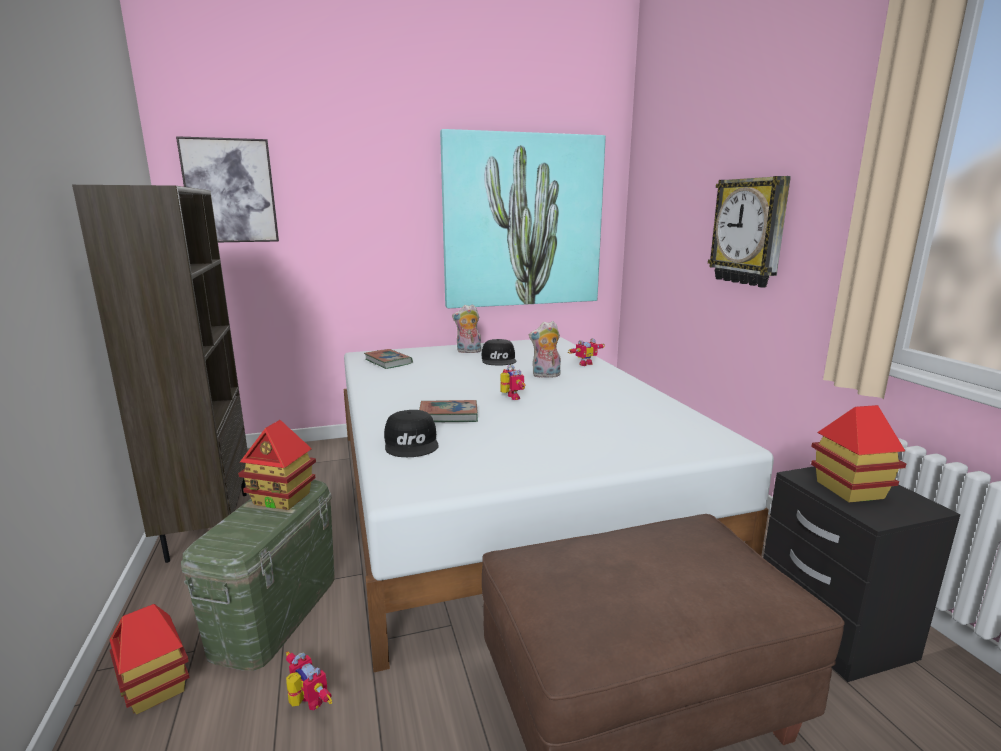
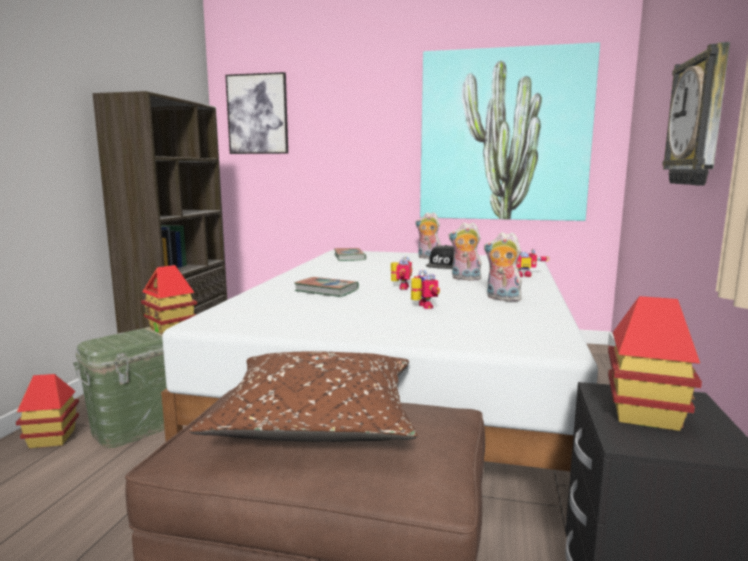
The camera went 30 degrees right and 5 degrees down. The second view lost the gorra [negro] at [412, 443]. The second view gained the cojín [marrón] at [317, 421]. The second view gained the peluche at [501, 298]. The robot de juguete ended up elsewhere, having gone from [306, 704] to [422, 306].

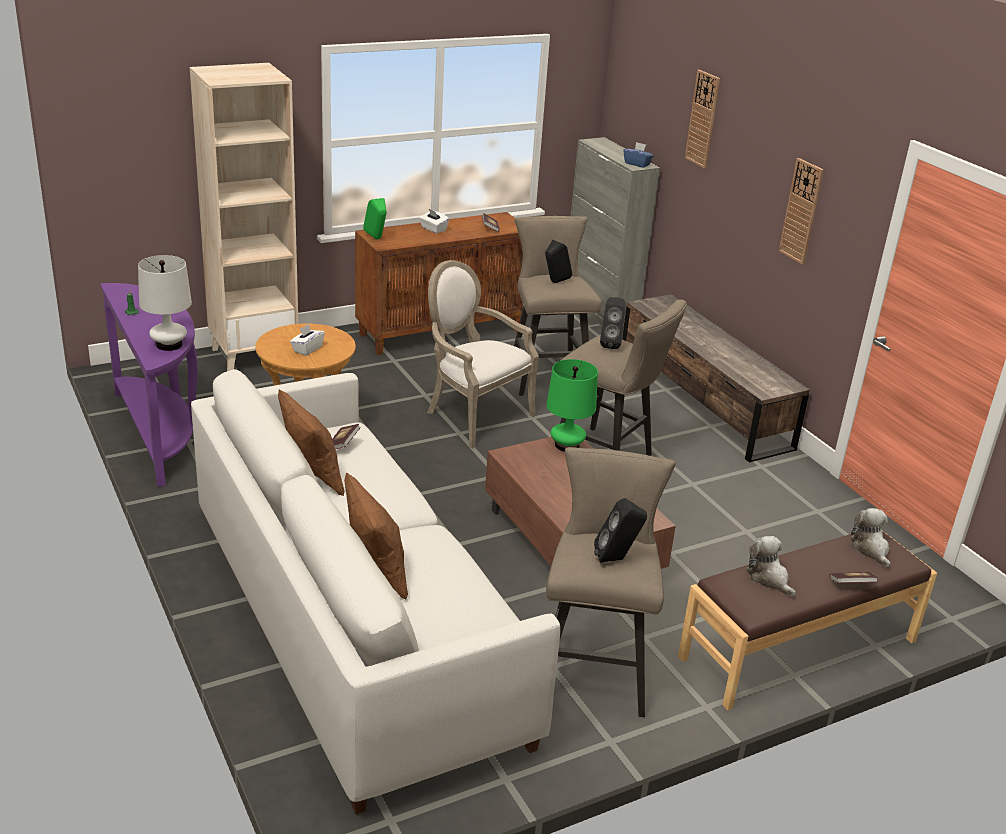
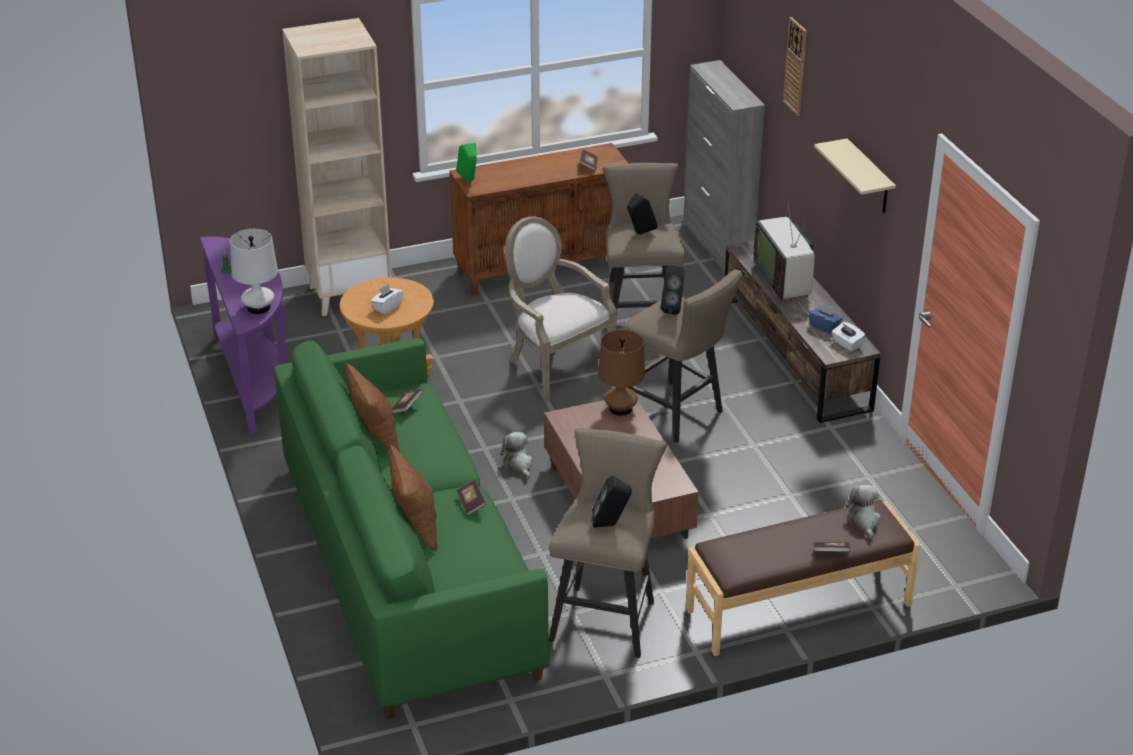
The camera went 10 degrees right and 5 degrees up. The second view gained the libro at [471, 503]. The second view gained the televisor at [785, 279]. The caja de pañuelos [blanco] ended up elsewhere, having gone from [433, 229] to [847, 344]. The caja de pañuelos [azul] ended up elsewhere, having gone from [637, 164] to [824, 326]. The peluche ended up elsewhere, having gone from [769, 578] to [518, 464]. Where the reloj de pared hung at [801, 211], the estante [beis] came to hang at [869, 178]. What was the sofá [blanco] at [353, 622] turned into the sofá [verde] at [407, 566]. What was the lámpara de mesa [verde] at [567, 445] turned into the lámpara de mesa [marrón] at [620, 408].

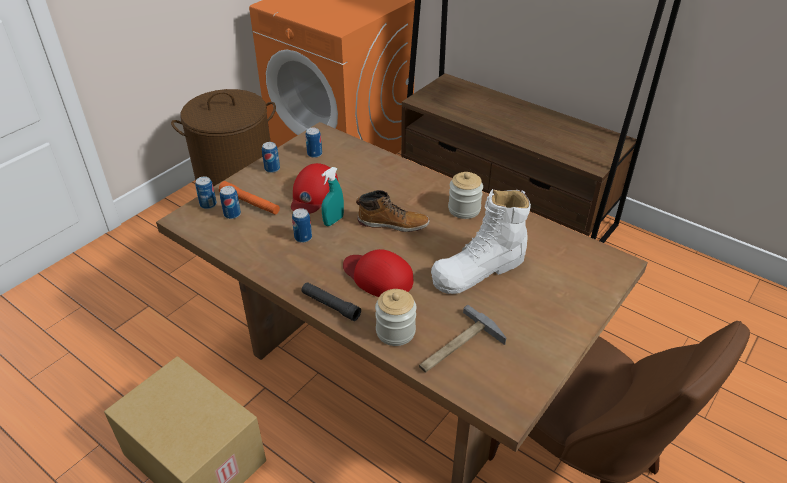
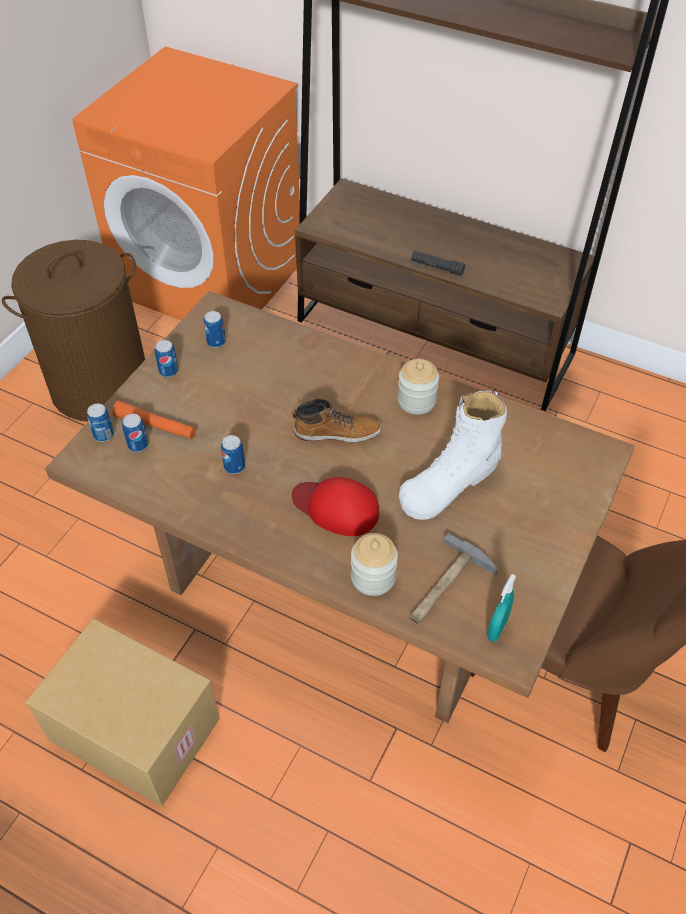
The camera went 10 degrees left and 10 degrees up. The second view lost the gorra [rojo] at [313, 194]. The linterna [negro] ended up elsewhere, having gone from [330, 305] to [437, 267]. The pulverizador [turquesa] ended up elsewhere, having gone from [333, 221] to [497, 629].

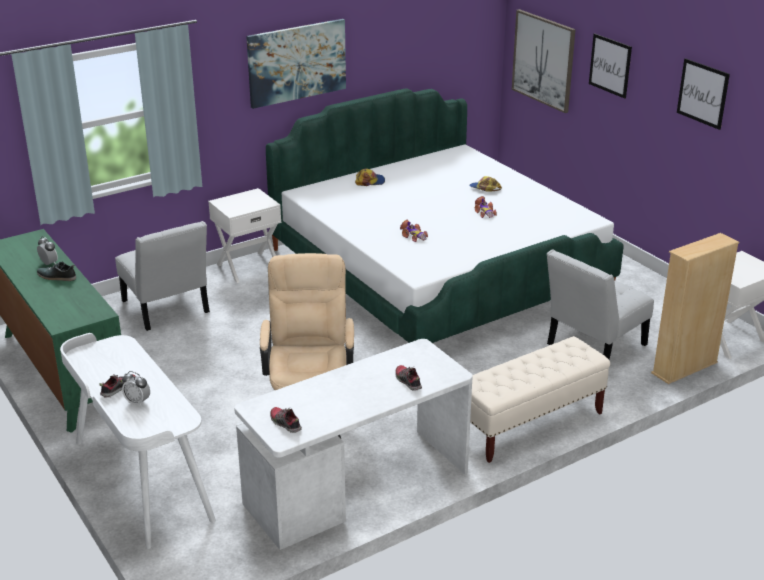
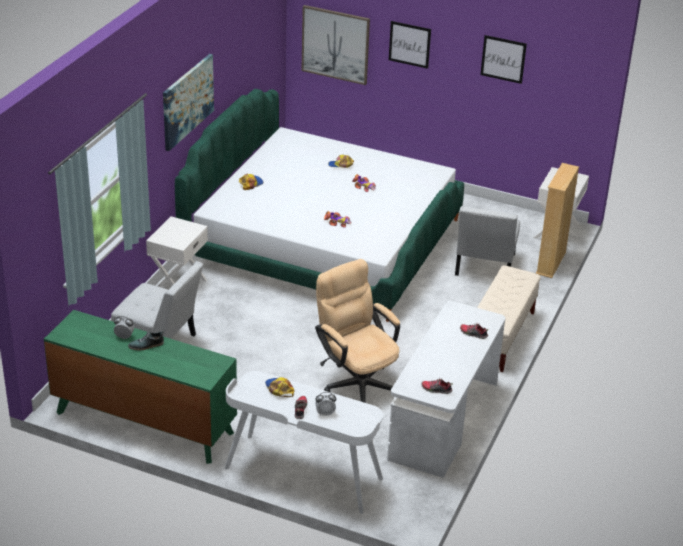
The camera went 35 degrees left and 5 degrees up. The second view gained the gorra at [279, 389].

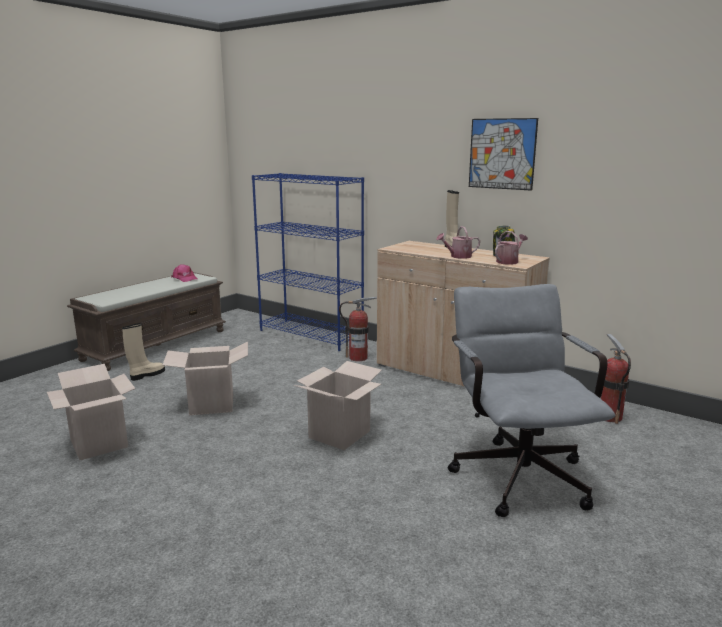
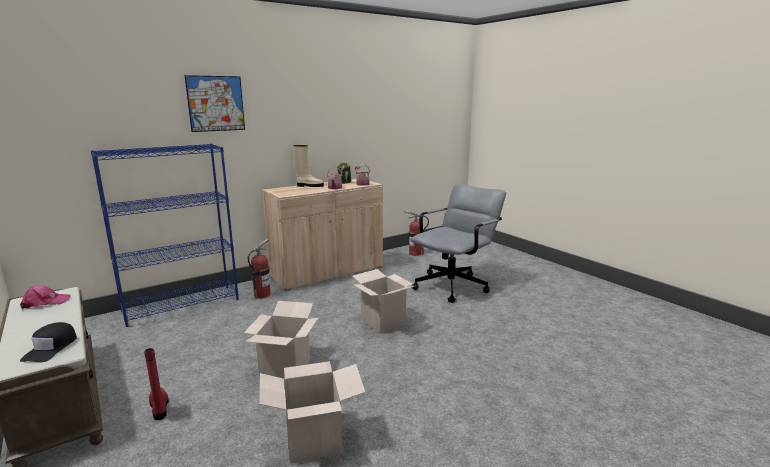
The camera went 70 degrees left and 0 degrees up. The second view gained the gorra [negro] at [51, 348]. The cuadro ended up elsewhere, having gone from [502, 154] to [216, 103]. What was the bota [beis] at [146, 375] turned into the bota [rojo] at [159, 407]. The silla de oficina [gris] at [517, 471] ended up facing another way, 120 degrees clockwise from before.

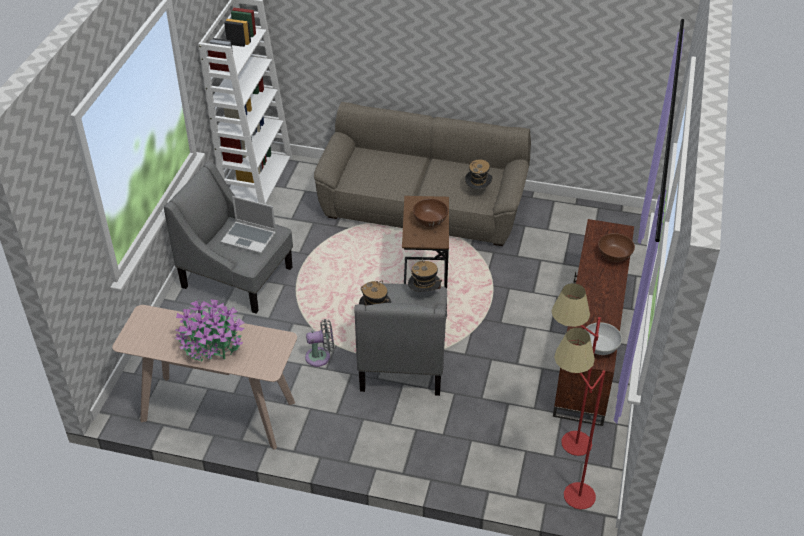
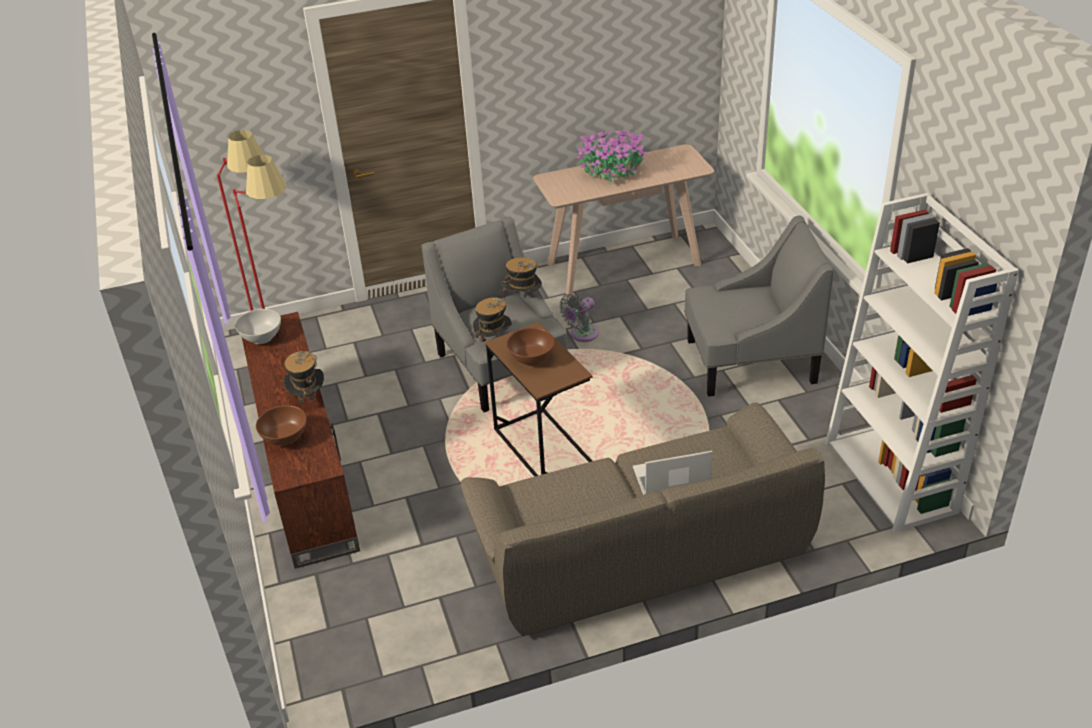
The camera went 150 degrees right and 5 degrees down. The portátil ended up elsewhere, having gone from [250, 238] to [670, 481]. The sombrero ended up elsewhere, having gone from [478, 191] to [308, 399].

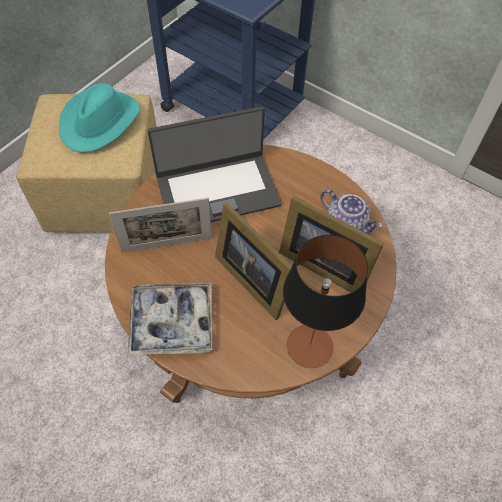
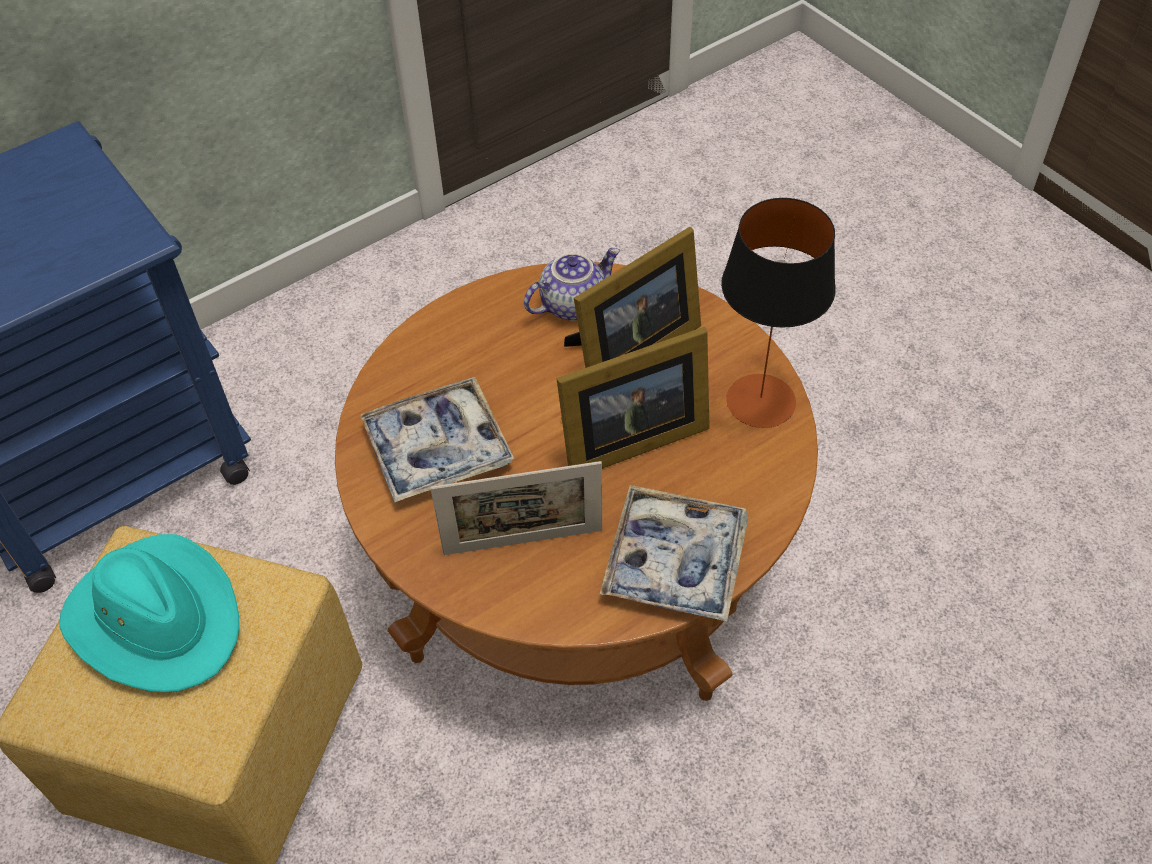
The camera went 70 degrees left and 5 degrees down. Where the portátil stood at [217, 190], the bandeja came to stand at [437, 448]. The portarretratos at [167, 245] ended up facing another way, 75 degrees clockwise from before.

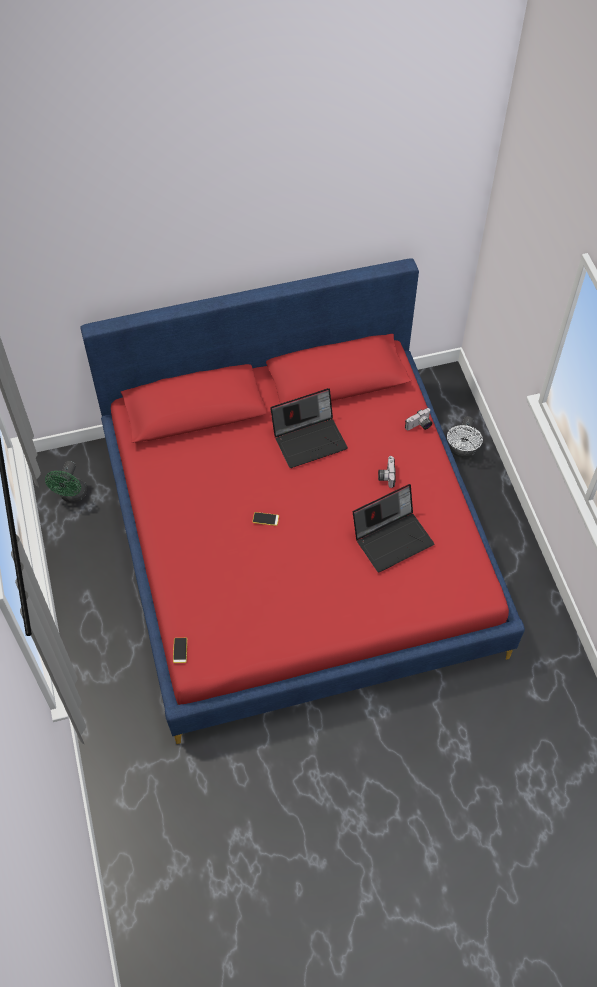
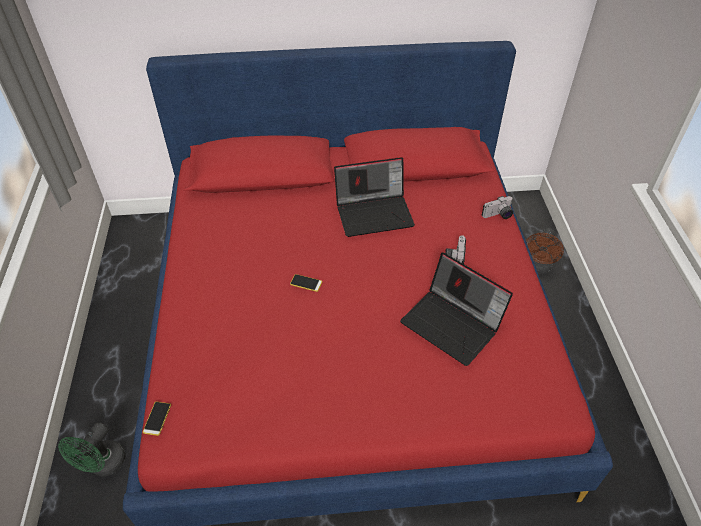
The camera went 10 degrees right and 10 degrees down. The ventilador [verde] ended up elsewhere, having gone from [72, 495] to [103, 465]. What was the ventilador [blanco] at [462, 451] turned into the ventilador [marrón] at [537, 267]. The portátil at [393, 538] ended up facing another way, 60 degrees clockwise from before.

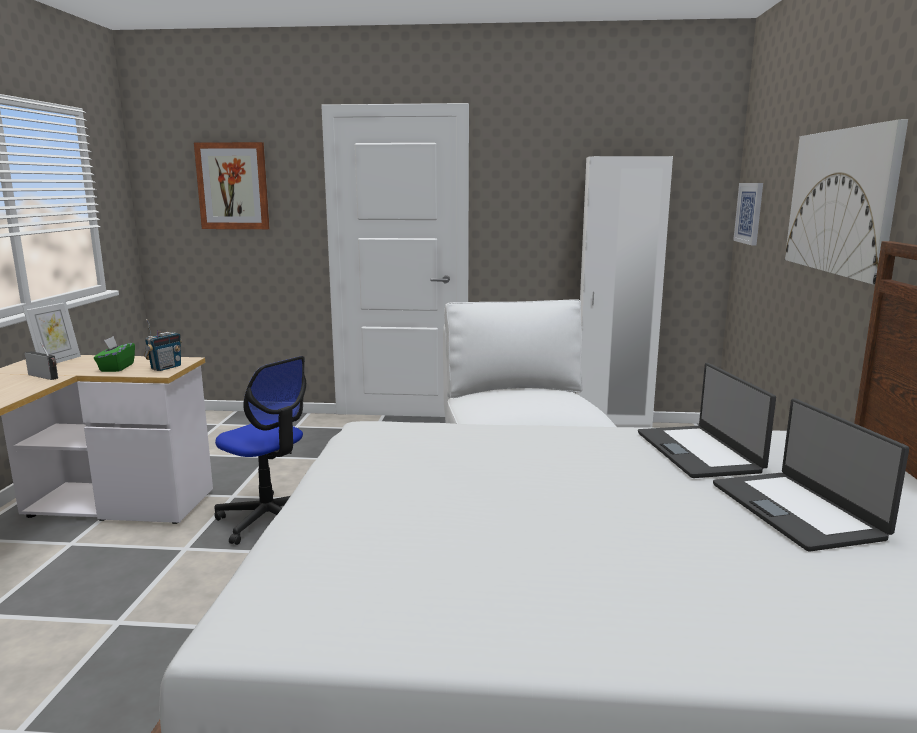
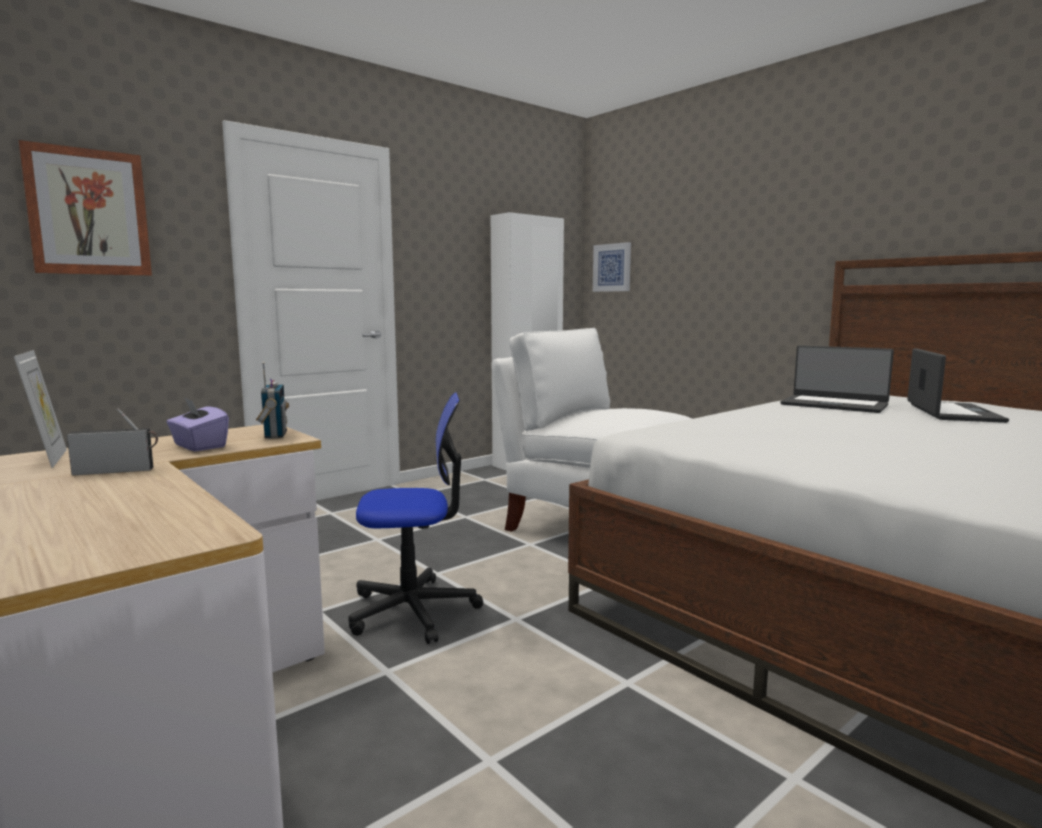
The camera went 45 degrees left and 5 degrees down. The second view lost the cuadro at [840, 201]. What was the caja de pañuelos [verde] at [116, 368] turned into the caja de pañuelos [morado] at [199, 446]. The portátil at [797, 510] ended up facing another way, 105 degrees counterclockwise from before.

